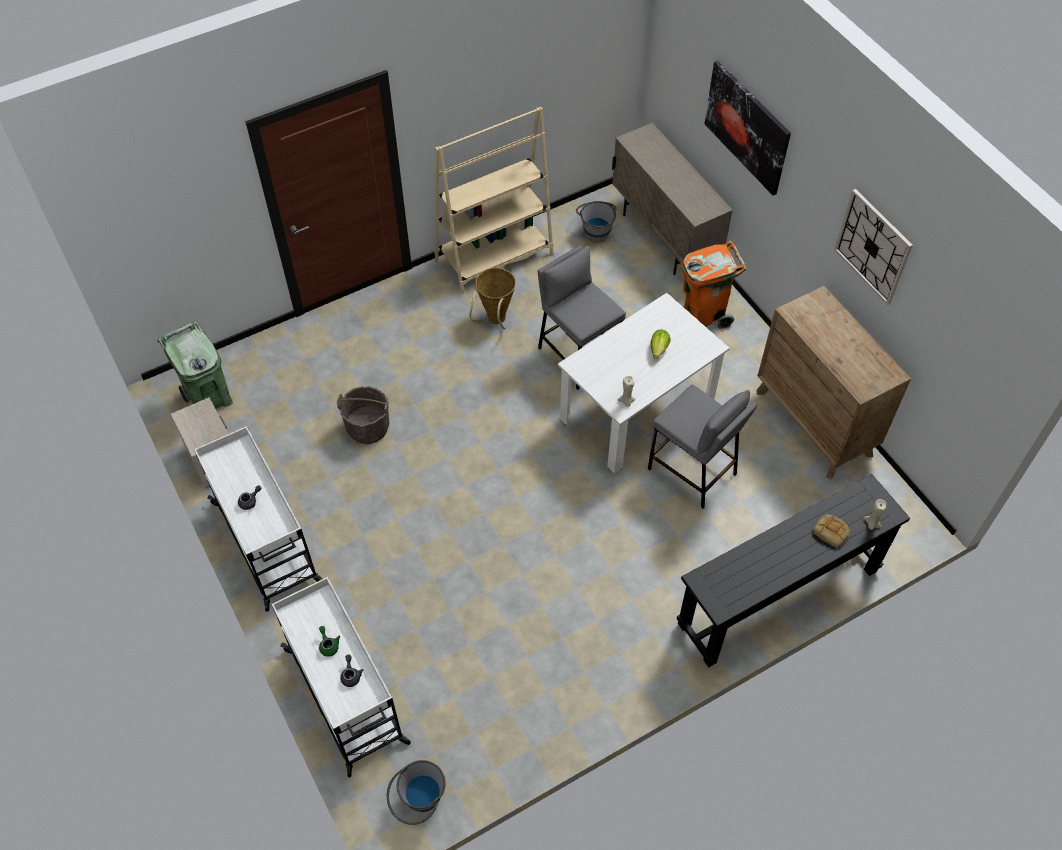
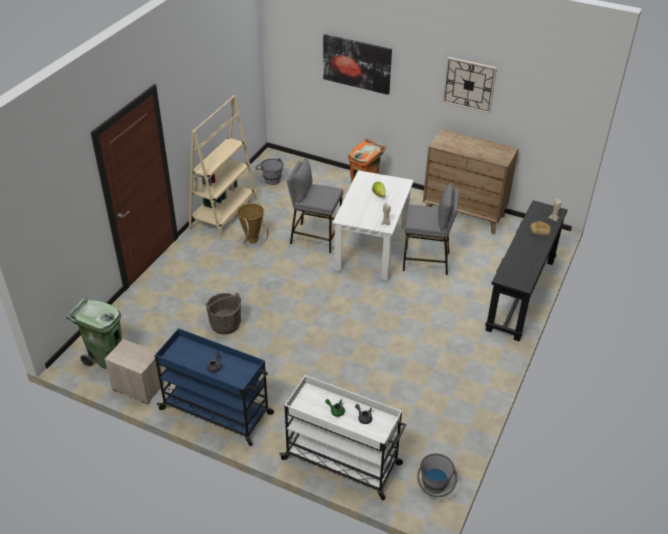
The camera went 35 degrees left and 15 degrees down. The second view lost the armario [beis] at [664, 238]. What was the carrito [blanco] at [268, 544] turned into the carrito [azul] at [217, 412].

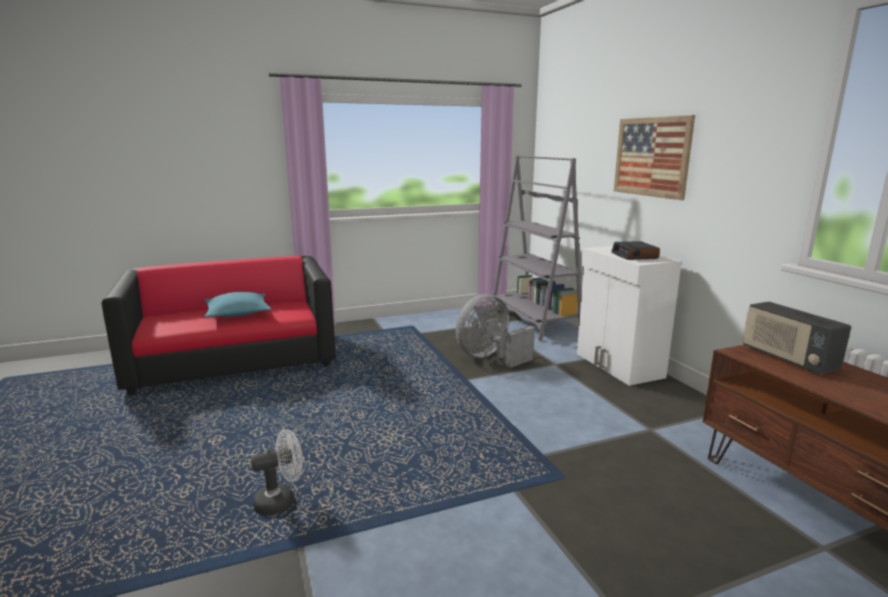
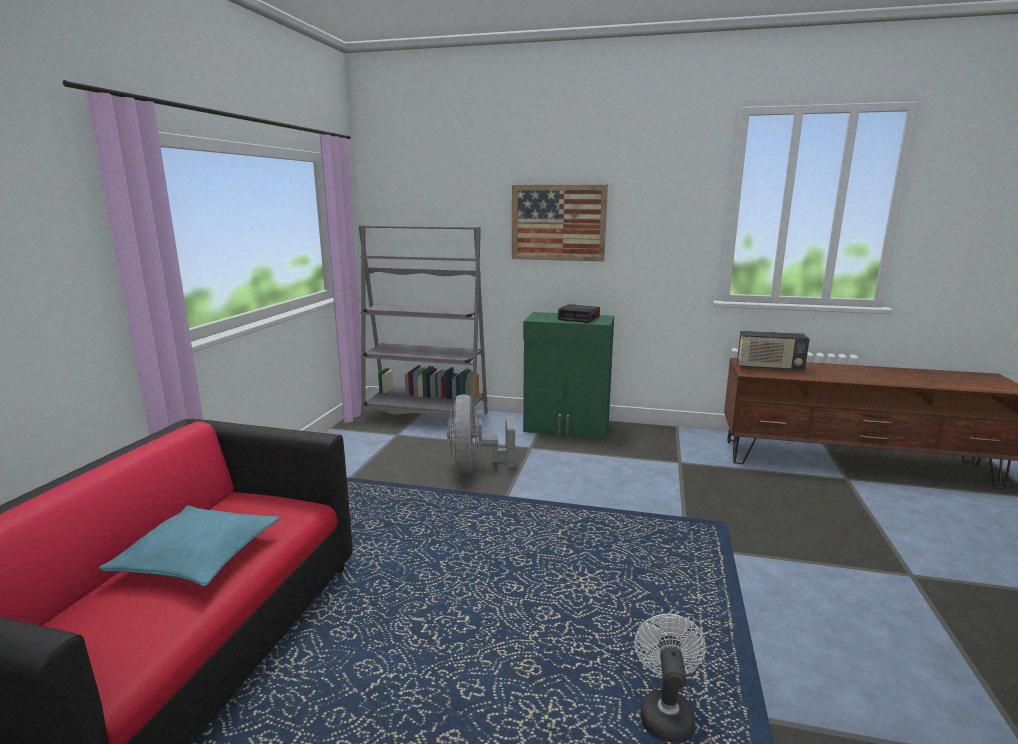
The camera went 55 degrees left and 0 degrees up. What was the armario [blanco] at [618, 365] turned into the armario [verde] at [567, 428].

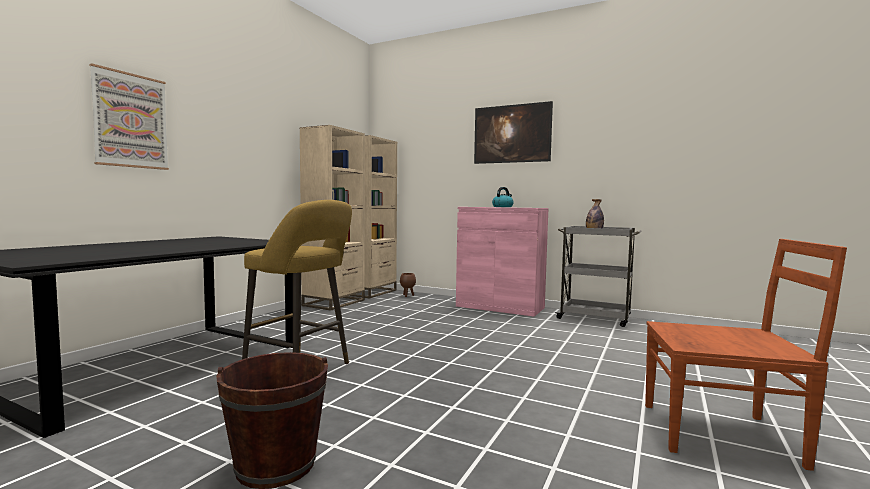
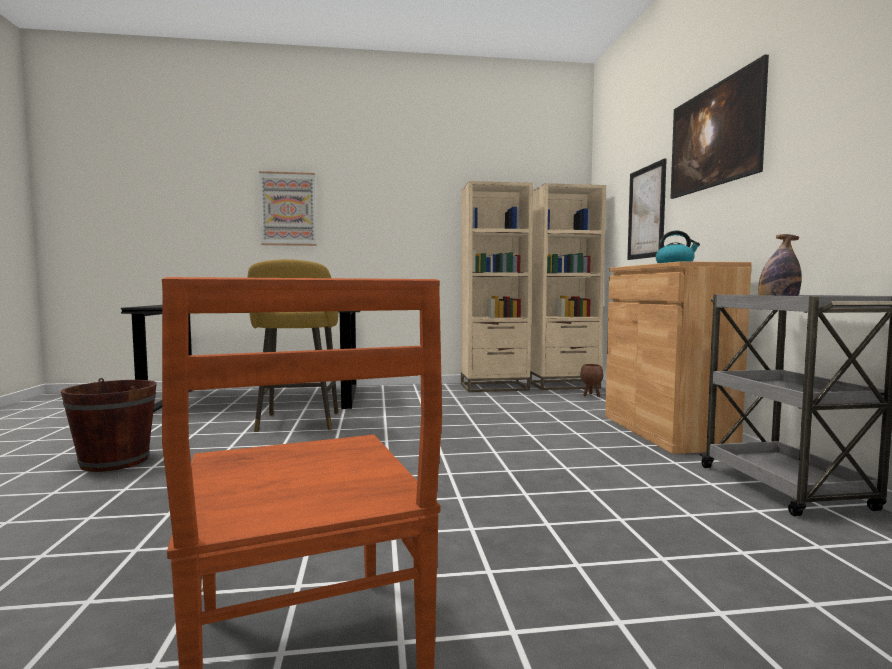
The camera went 55 degrees right and 0 degrees up. The second view gained the cuadro at [646, 212]. What was the armario [rosa] at [500, 307] turned into the armario [marrón] at [665, 431].

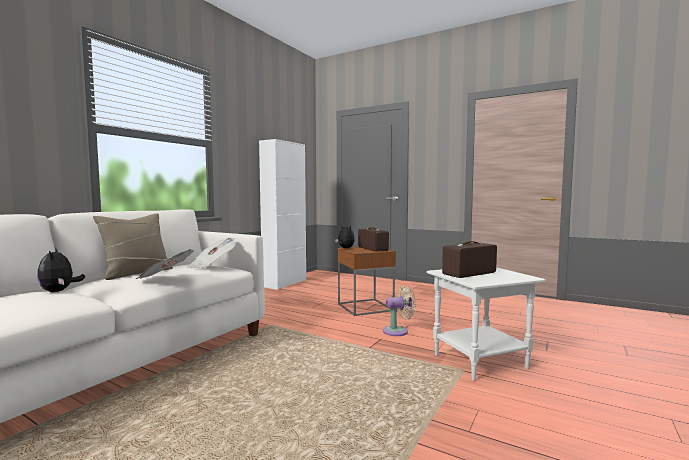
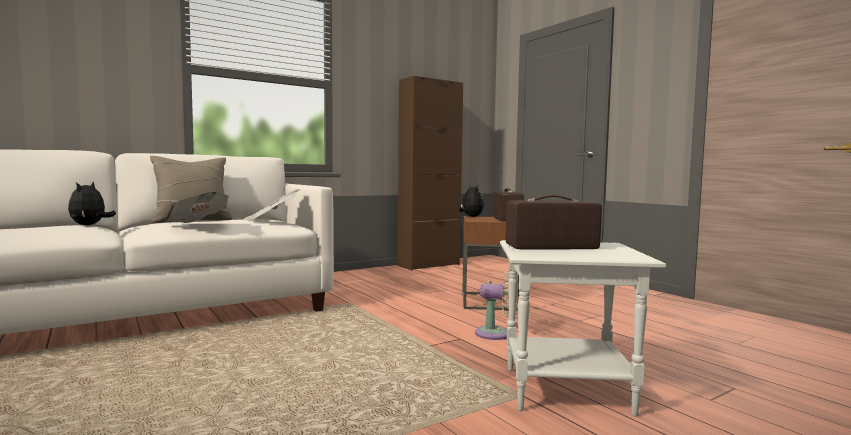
The camera went 25 degrees right and 0 degrees up. What was the armario [blanco] at [285, 283] turned into the armario [marrón] at [429, 265].

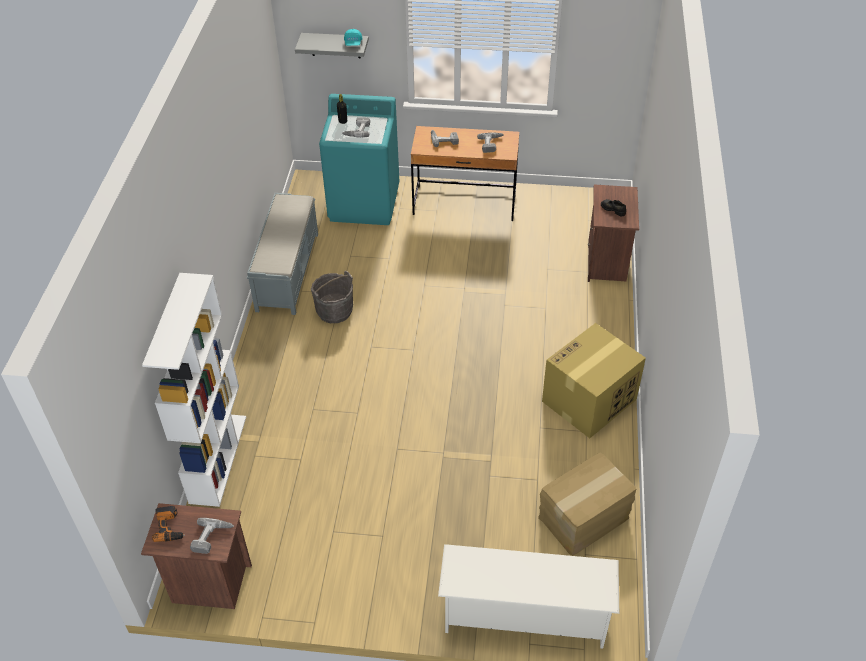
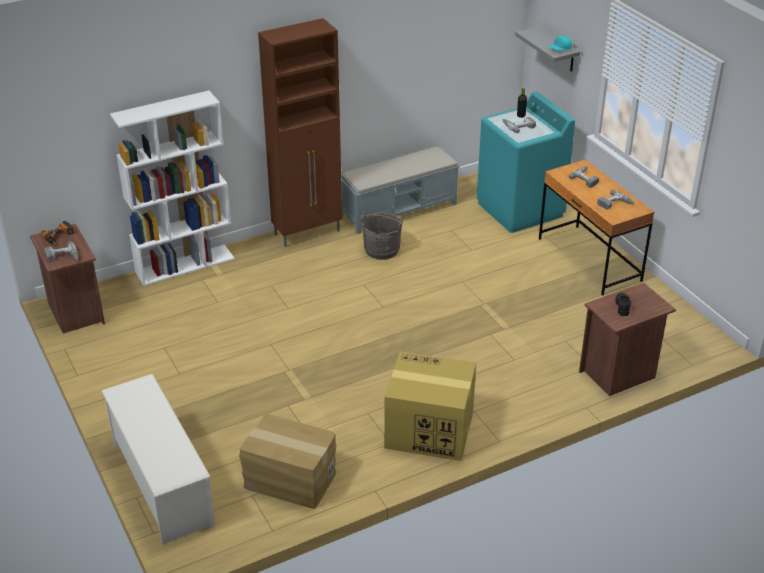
The camera went 55 degrees right and 10 degrees down. The second view gained the armario [marrón] at [308, 232].

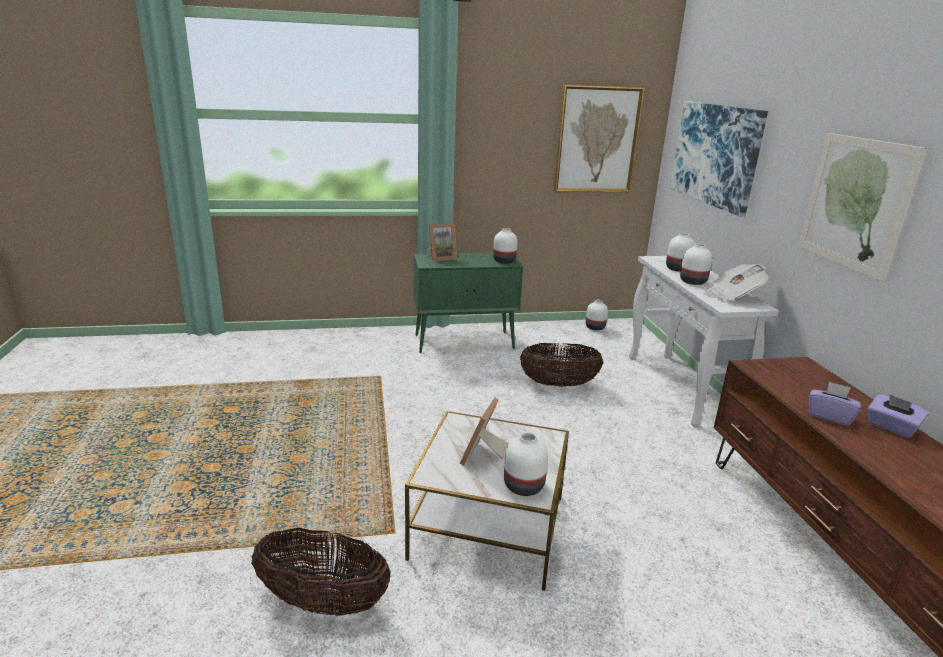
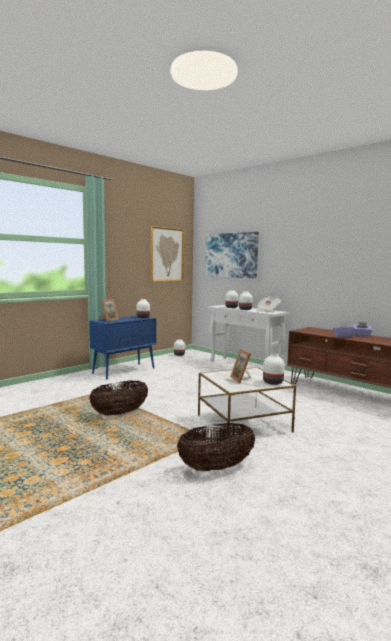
The camera went 35 degrees left and 15 degrees down. The second view lost the cuadro at [855, 203]. The cesta ended up elsewhere, having gone from [558, 384] to [119, 413]. What was the armario [verde] at [465, 342] turned into the armario [azul] at [124, 371].

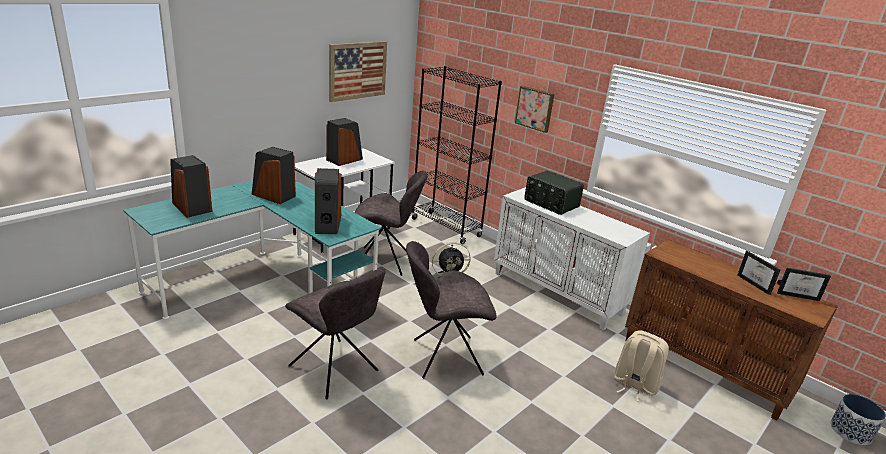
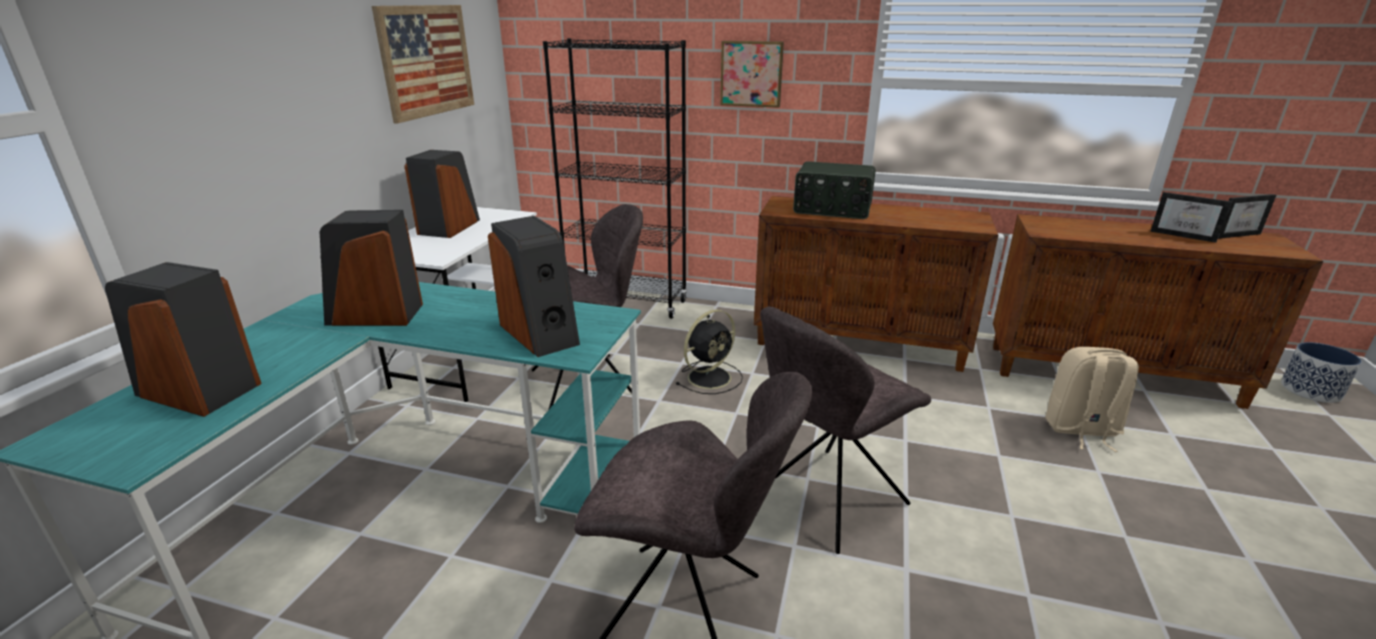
The camera went 25 degrees left and 0 degrees up. What was the armario [blanco] at [558, 293] turned into the armario [marrón] at [859, 343].

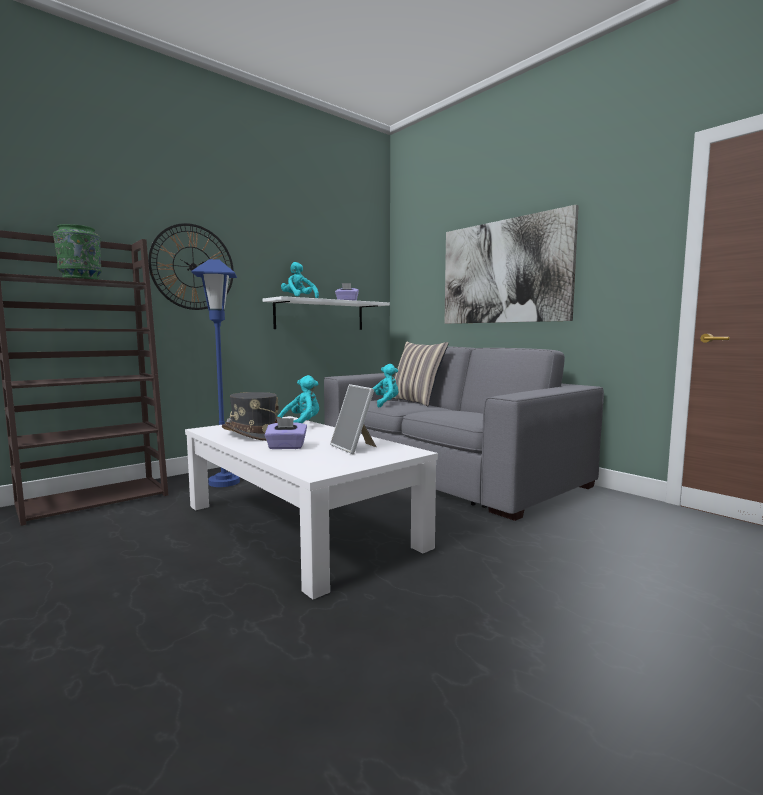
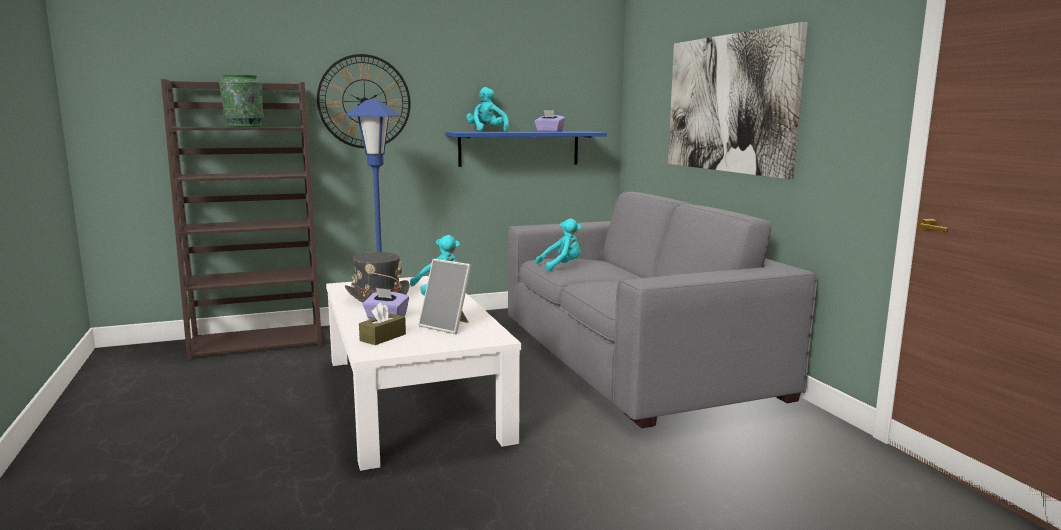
The camera went 20 degrees right and 5 degrees up. The second view lost the cojín at [416, 401]. The second view gained the caja de pañuelos [marrón] at [383, 337]. What was the estante [blanco] at [320, 315] turned into the estante [azul] at [519, 148]. The portarretratos at [354, 448] ended up facing another way, 45 degrees counterclockwise from before.

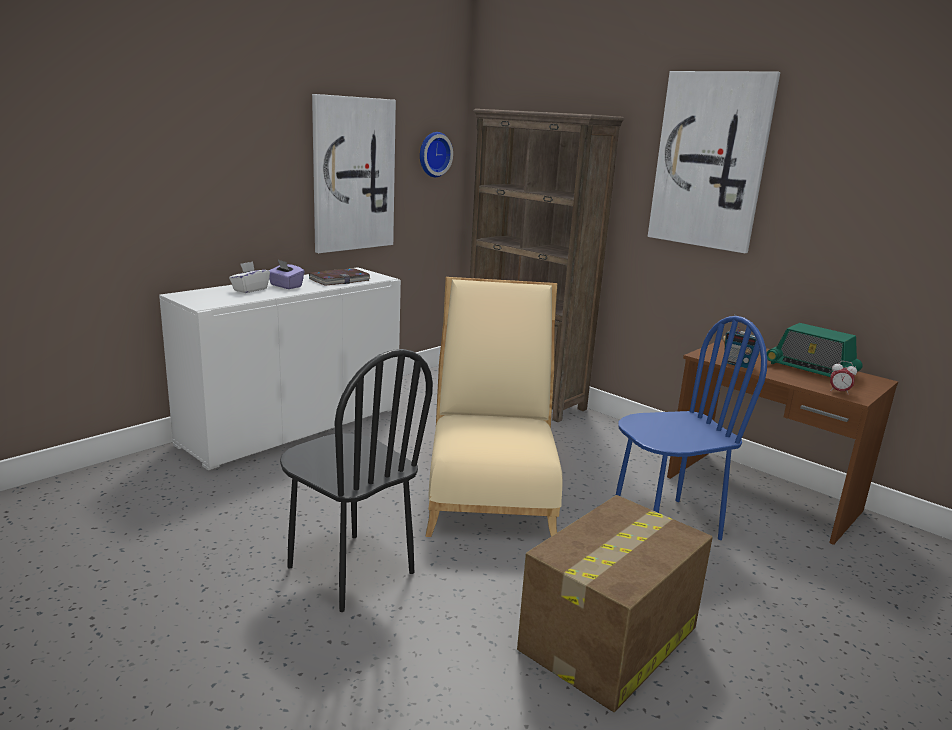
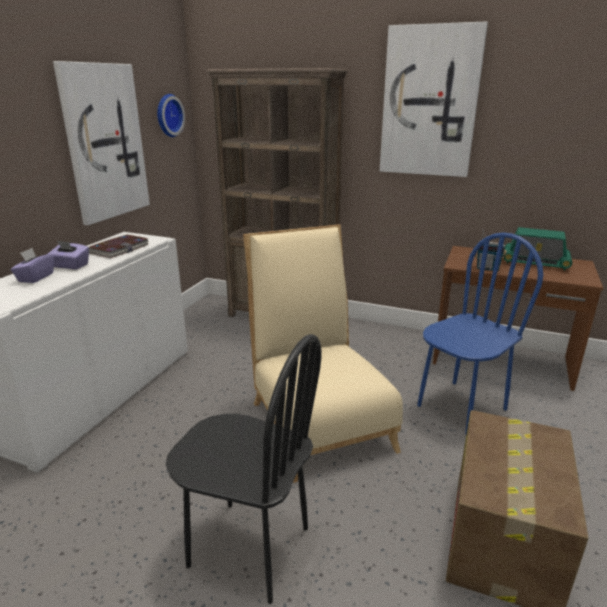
The camera went 20 degrees left and 5 degrees up. The second view lost the despertador at [839, 392]. What was the caja de pañuelos [blanco] at [250, 289] turned into the caja de pañuelos [morado] at [35, 277].

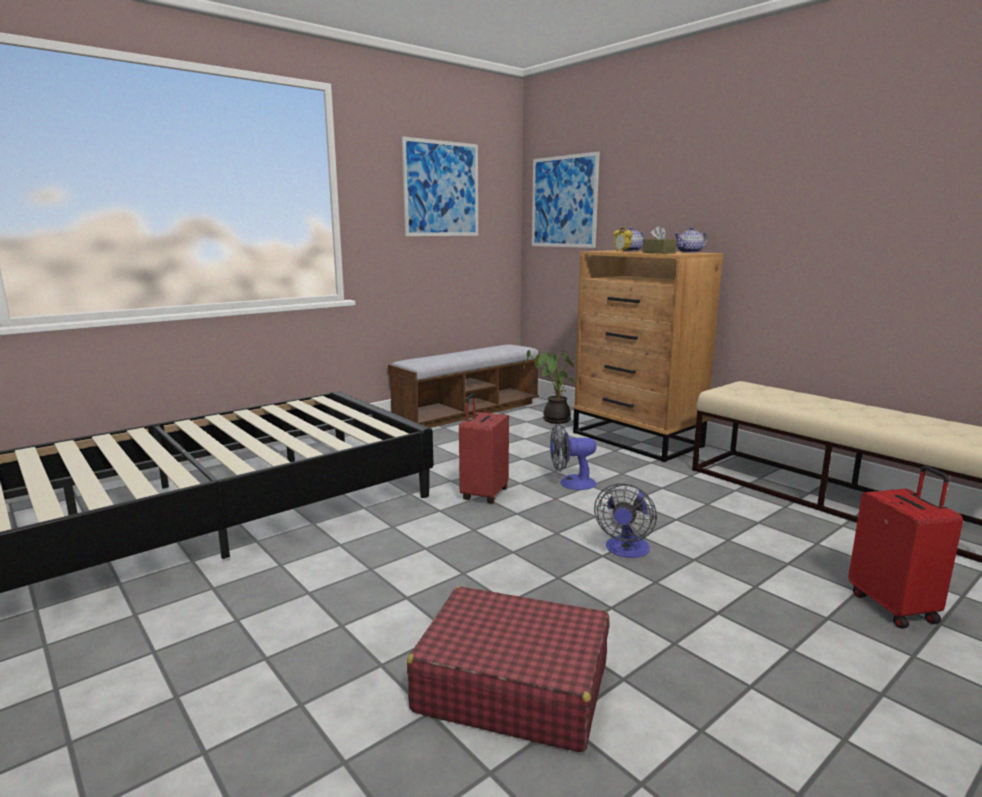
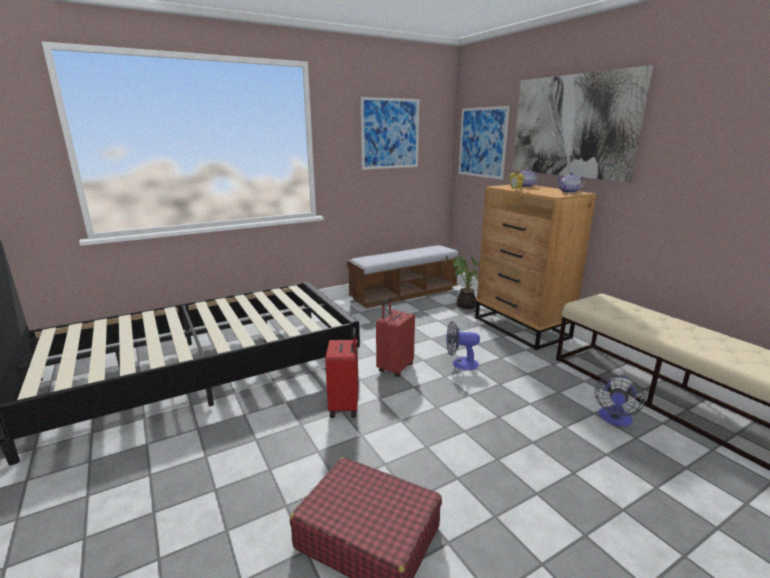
The camera went 10 degrees right and 5 degrees up. The second view lost the caja de pañuelos [marrón] at [658, 253]. The second view gained the cuadro at [572, 126]. The ventilador ended up elsewhere, having gone from [626, 550] to [614, 419]. The maleta [rojo] ended up elsewhere, having gone from [894, 607] to [345, 406].

